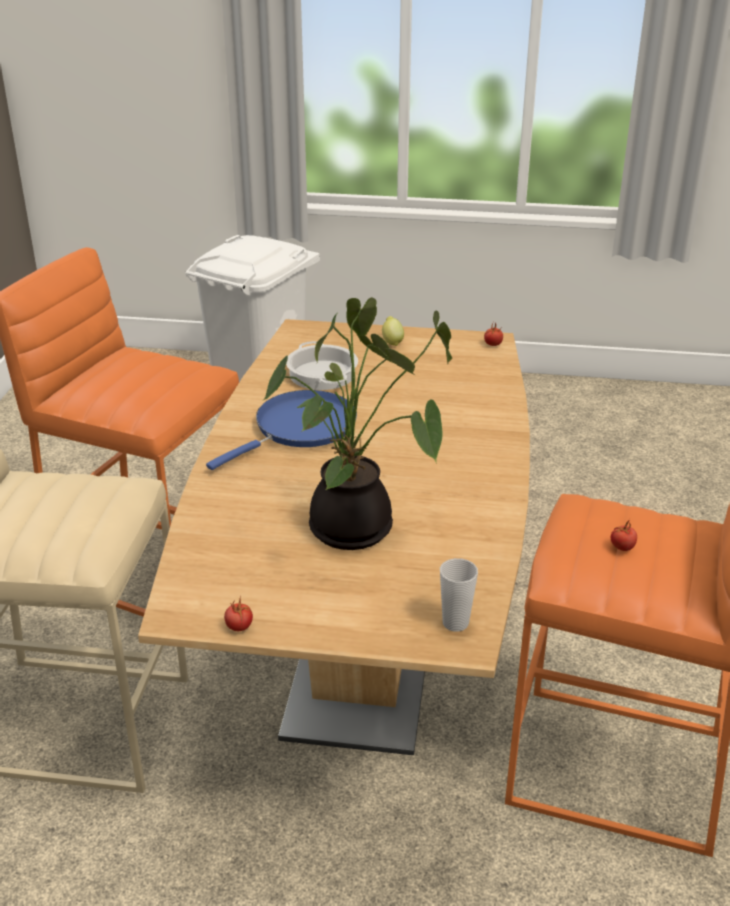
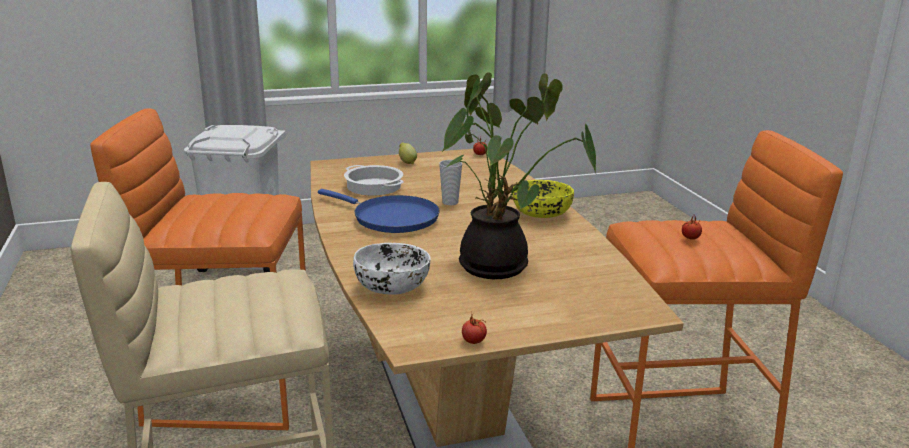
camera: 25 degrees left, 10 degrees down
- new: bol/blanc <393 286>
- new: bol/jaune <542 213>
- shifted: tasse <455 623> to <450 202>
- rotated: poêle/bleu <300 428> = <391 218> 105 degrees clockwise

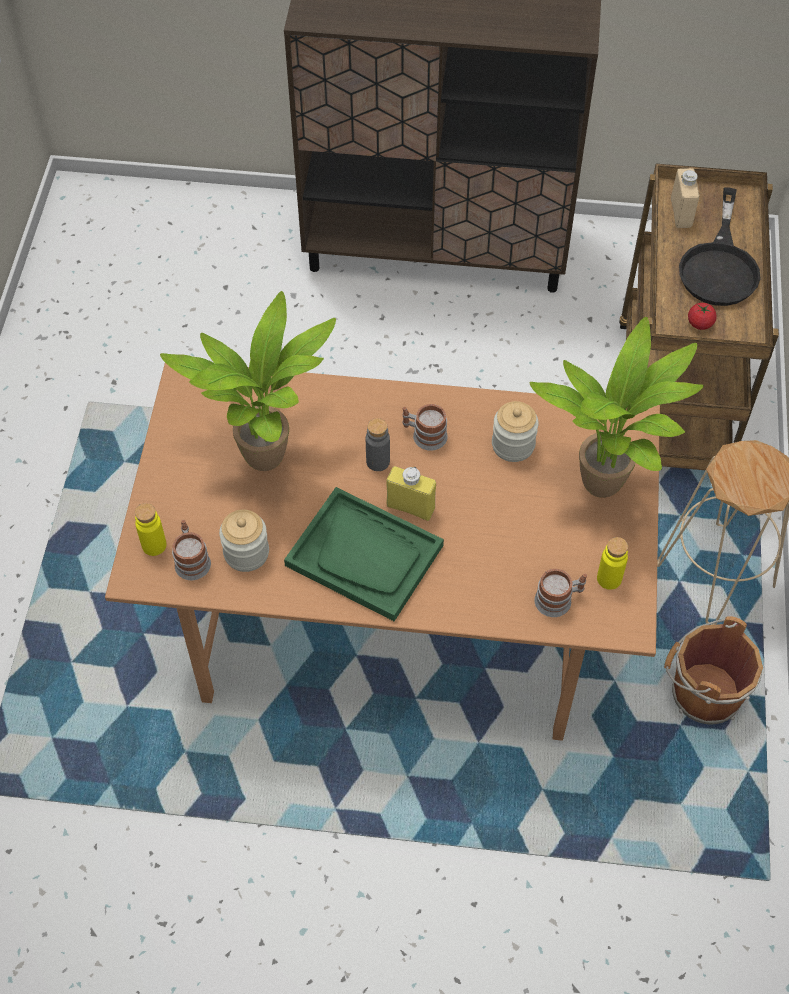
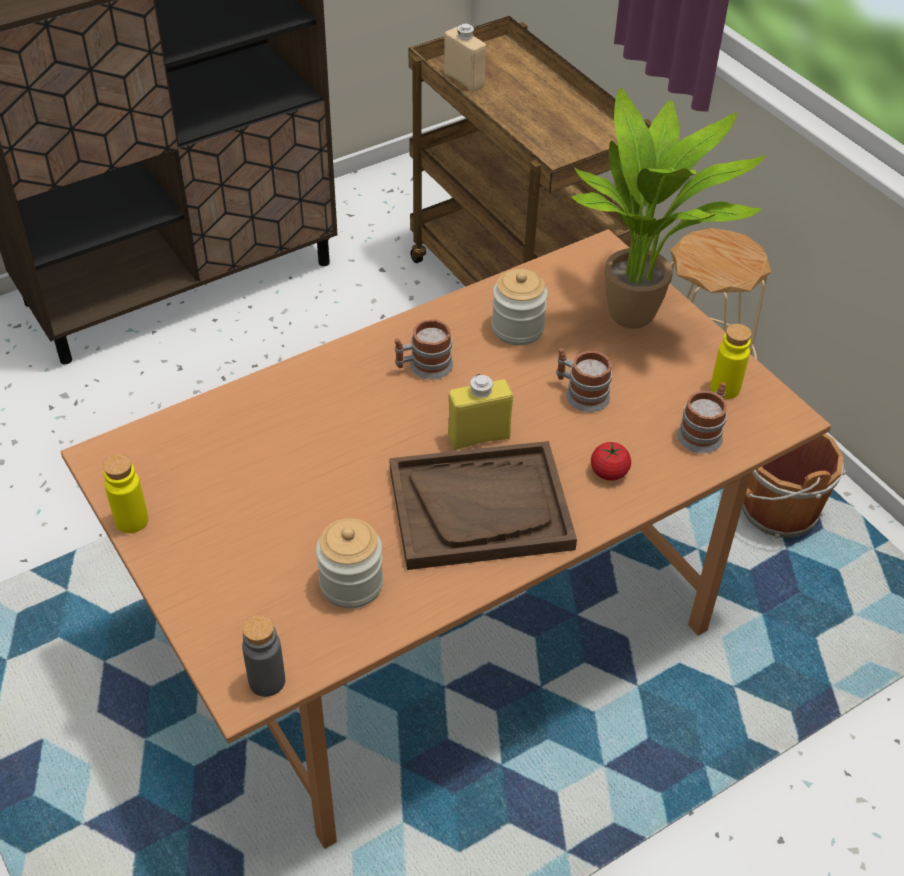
camera: 40 degrees left, 10 degrees down
- gone: plante en pot <268 463>
- gone: poêle/noir <719 265>
- shifted: bouteille/jaune <154 545> to <131 520>
- shifted: mug <191 559> to <581 394>
- shifted: bouteille/gris <378 461> to <267 681>
- shifted: tomate <700 323> to <609 472>
- repainted: plateau/vert <365 555> to plateau/marron <480 508>

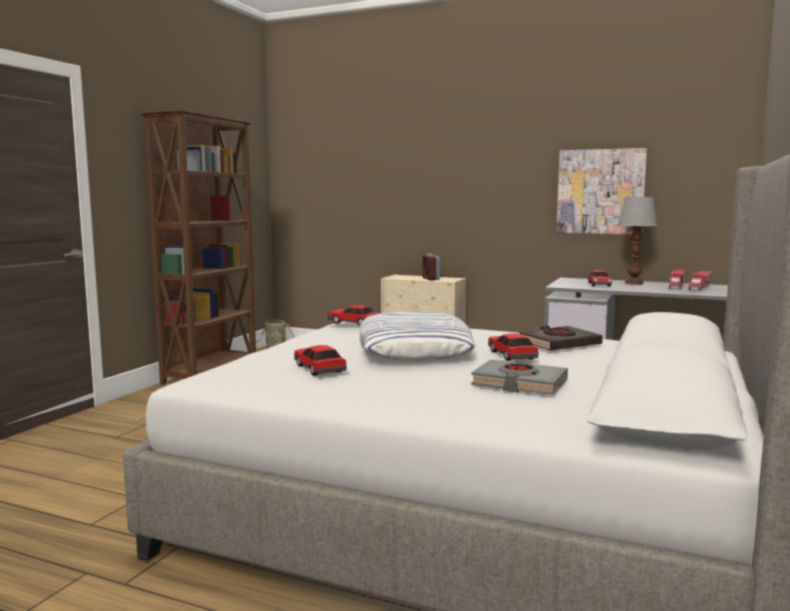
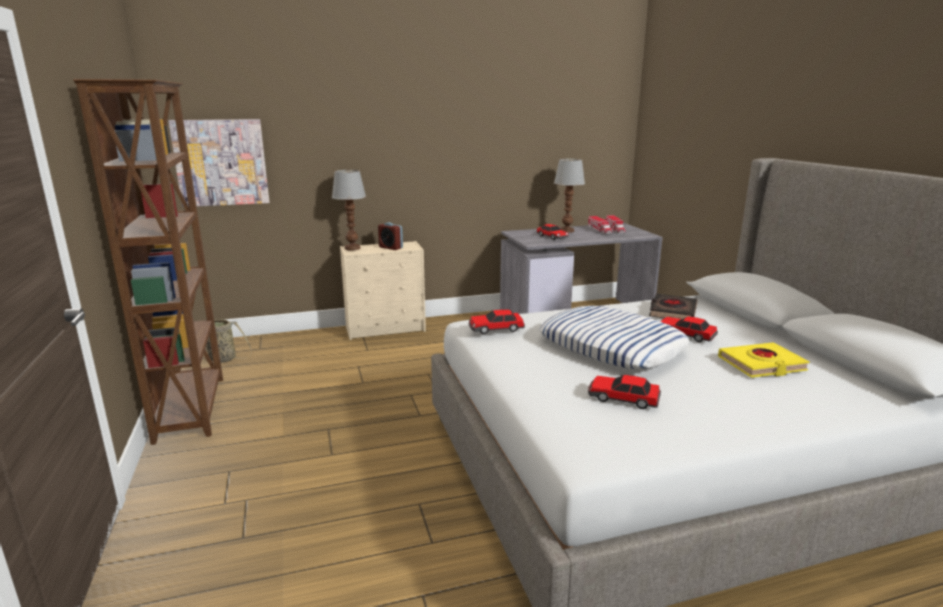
camera: 40 degrees left, 10 degrees up
- new: lampe de table <352 248>
- shifted: tableau <600 191> to <221 162>
- repainted: livre/gris <519 383> to livre/jaune <761 365>

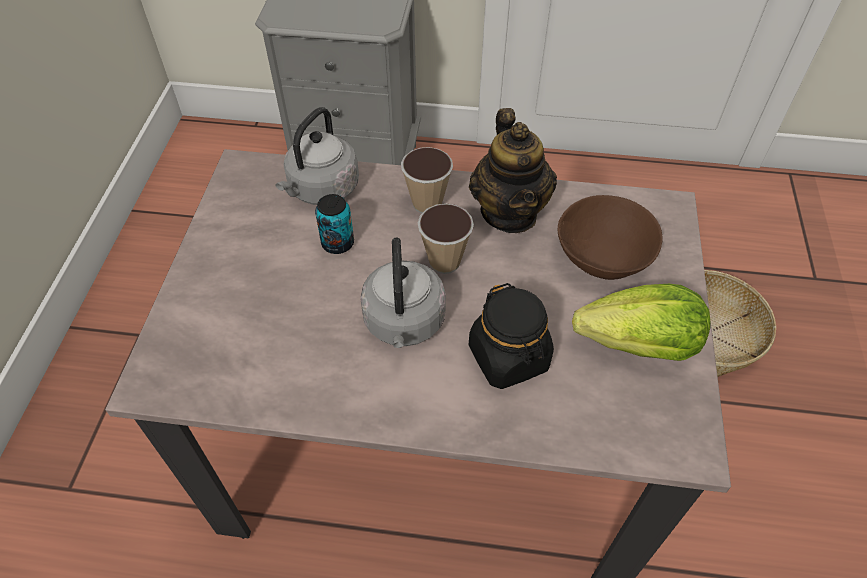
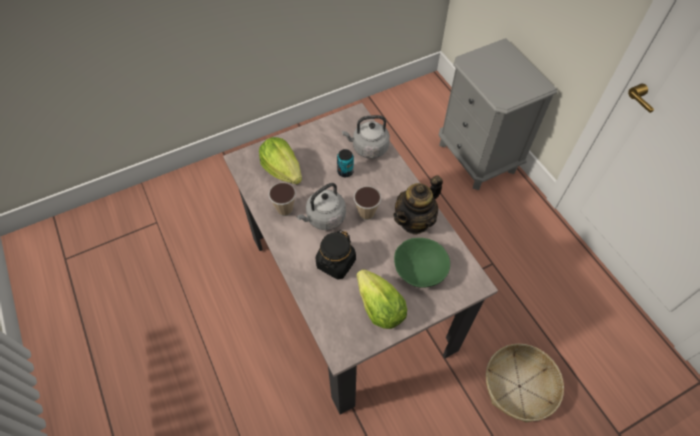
camera: 55 degrees right, 5 degrees up
- new: laitue <282 170>
- shifted: tasse <427 204> to <285 209>
- repainted: bol/marron <601 256> to bol/vert <419 270>

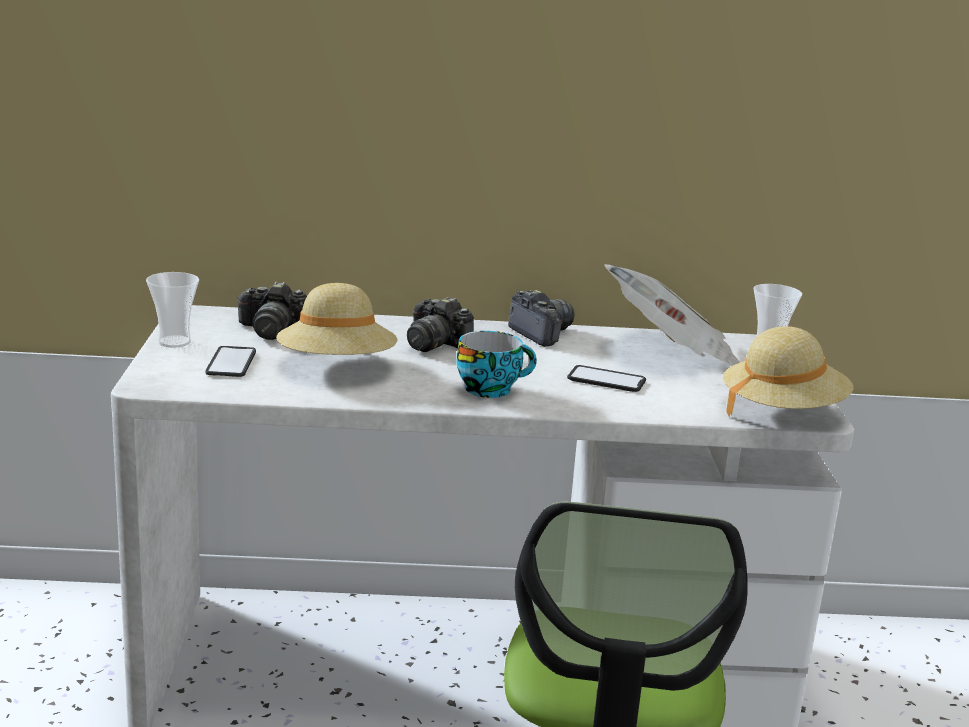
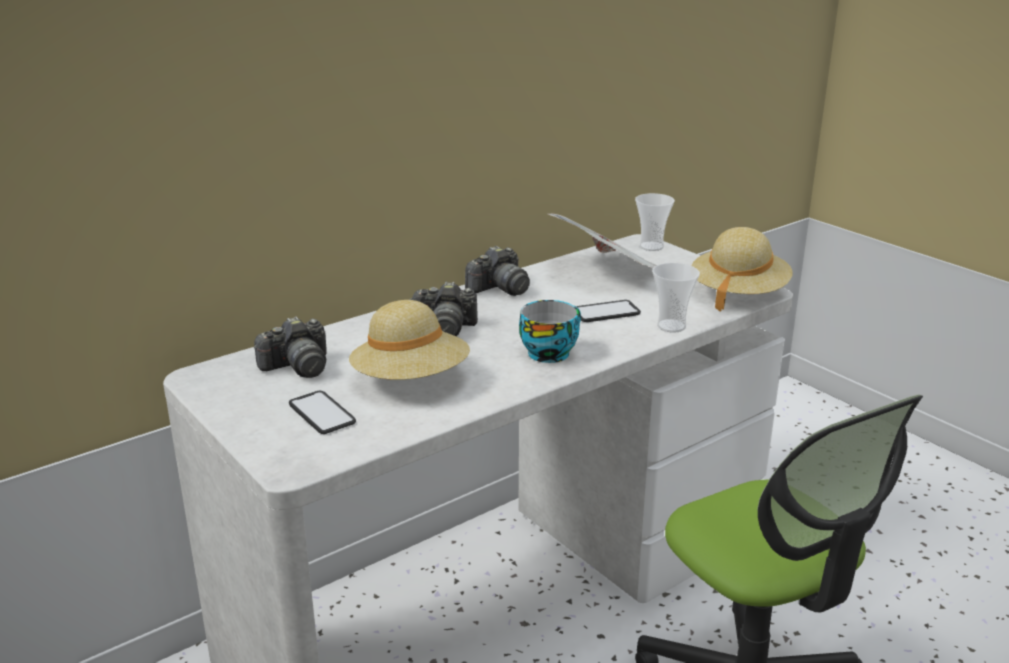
camera: 35 degrees left, 5 degrees up
- shifted: tasse <174 342> to <671 326>
- rotated: appareil photo <541 334> = <499 289> 120 degrees clockwise

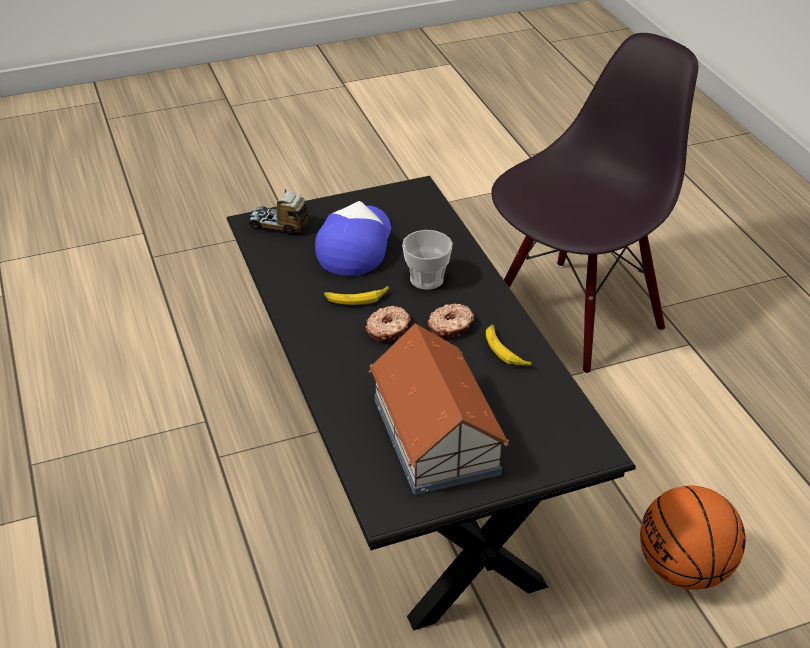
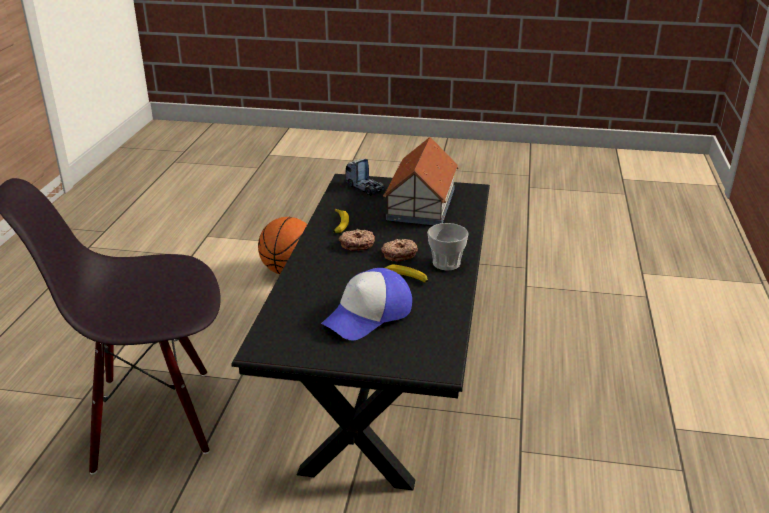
camera: 150 degrees left, 10 degrees down
- shifted: camion jouet <279 226> to <364 188>
- shifted: tasse <426 279> to <446 263>

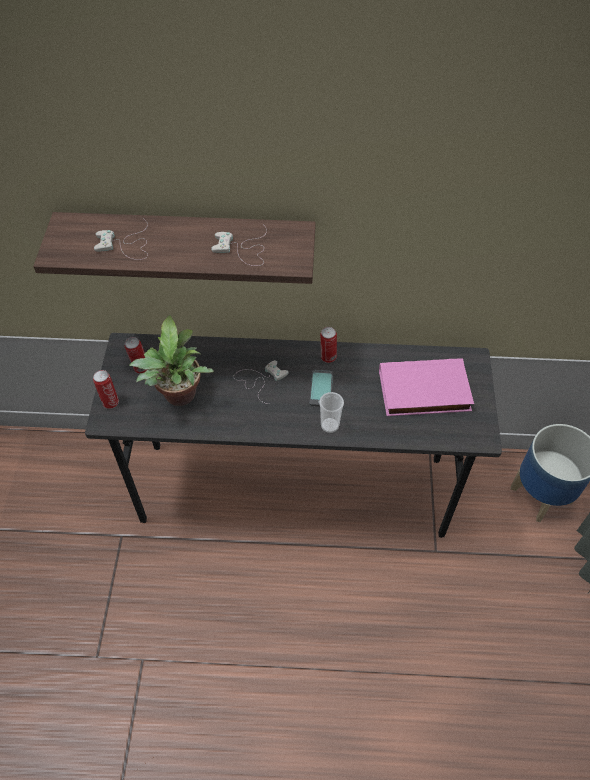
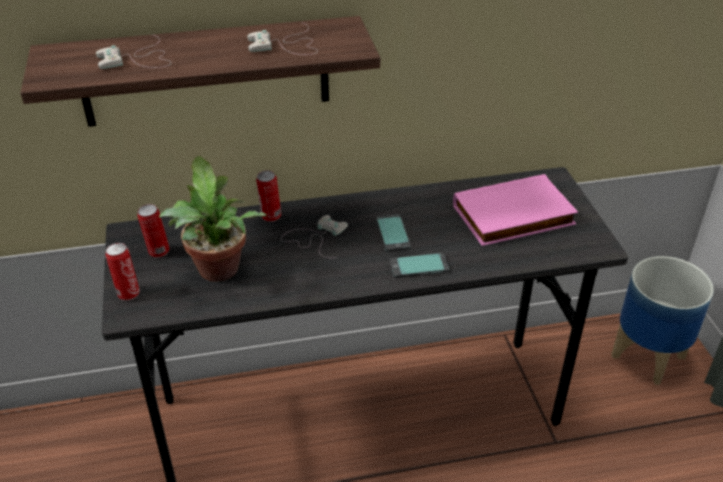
camera: 15 degrees left, 15 degrees down
- shifted: boîte métallique <327 358> to <270 217>
- swapped: tasse <330 425> to téléphone <418 267>

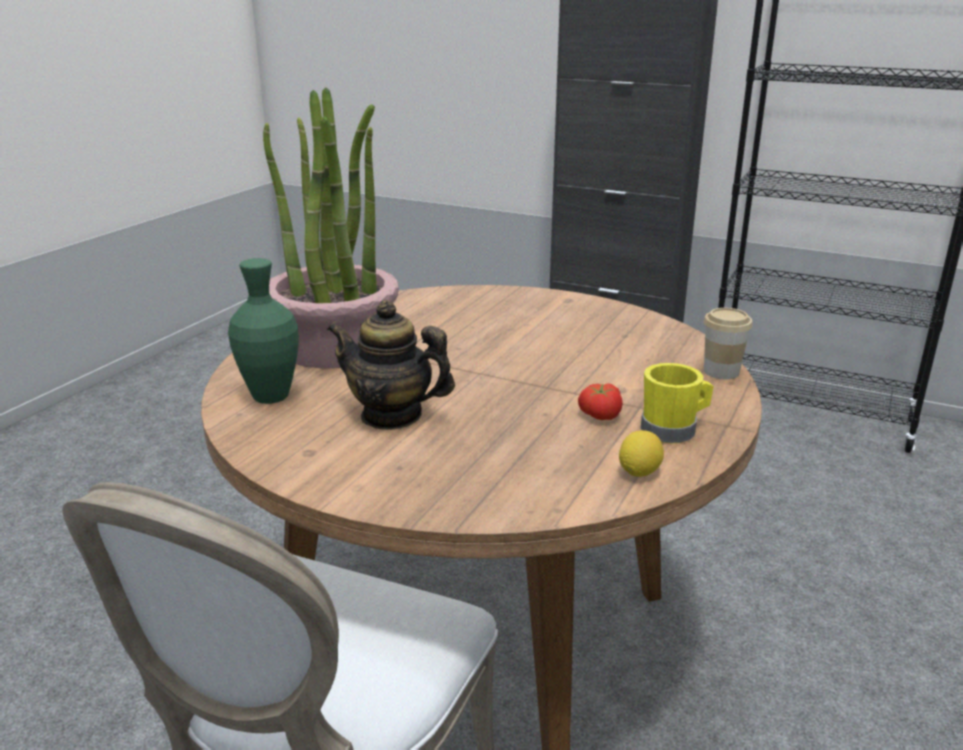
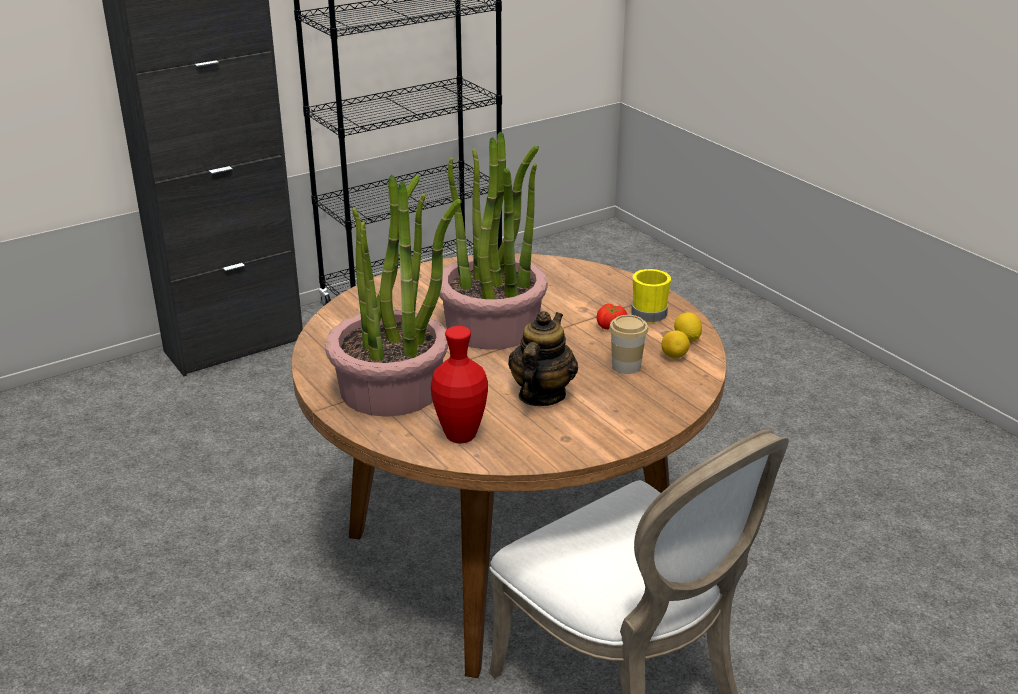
camera: 60 degrees left, 5 degrees up
- new: plante en pot <492 327>
- new: citron <674 356>
- shifted: tasse <721 372> to <626 366>
- repainted: vase/vert <271 397> to vase/rouge <460 436>
- rotated: théière <392 415> = <541 395> 150 degrees clockwise

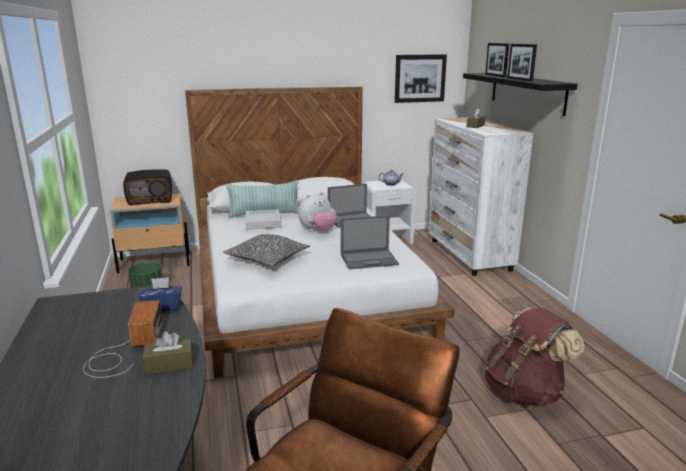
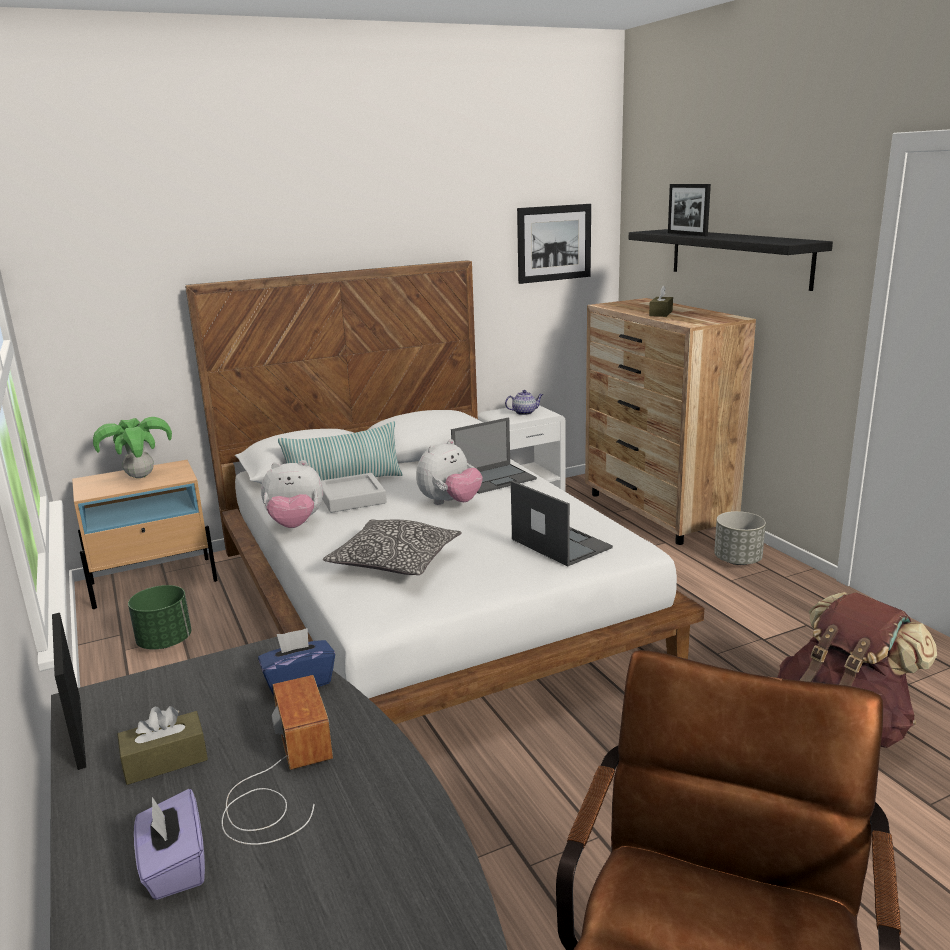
camera: 10 degrees left, 0 degrees up
- new: boîte à mouchoirs/violet <174 866>
- new: peluche <295 525>
- new: cache-pot/gris <738 560>
- shifted: boîte à mouchoirs/marron <169 364> to <165 760>
- shifted: cadre photo <519 79> to <79 731>
- swapped: radio <150 199> to plante en pot <140 476>
- repainted: commode/blanc <469 255> to commode/marron <657 512>
- rotated: ordinateur portable <369 259> = <560 543> 105 degrees counterclockwise

